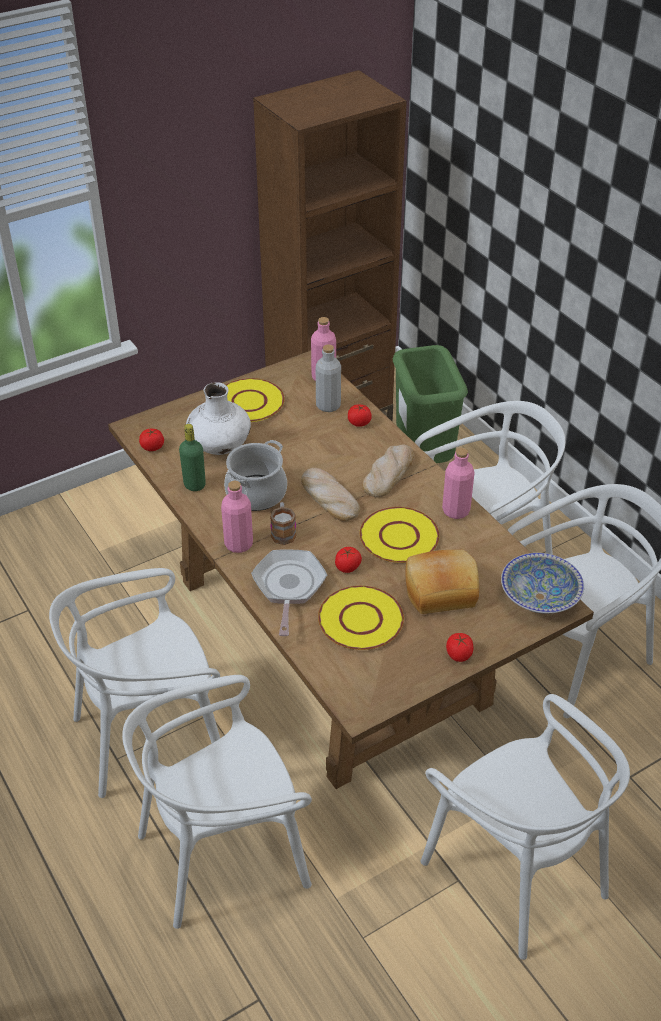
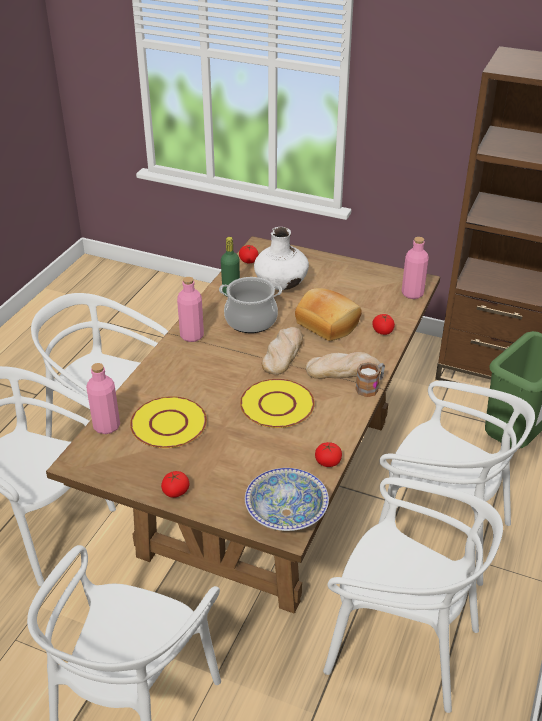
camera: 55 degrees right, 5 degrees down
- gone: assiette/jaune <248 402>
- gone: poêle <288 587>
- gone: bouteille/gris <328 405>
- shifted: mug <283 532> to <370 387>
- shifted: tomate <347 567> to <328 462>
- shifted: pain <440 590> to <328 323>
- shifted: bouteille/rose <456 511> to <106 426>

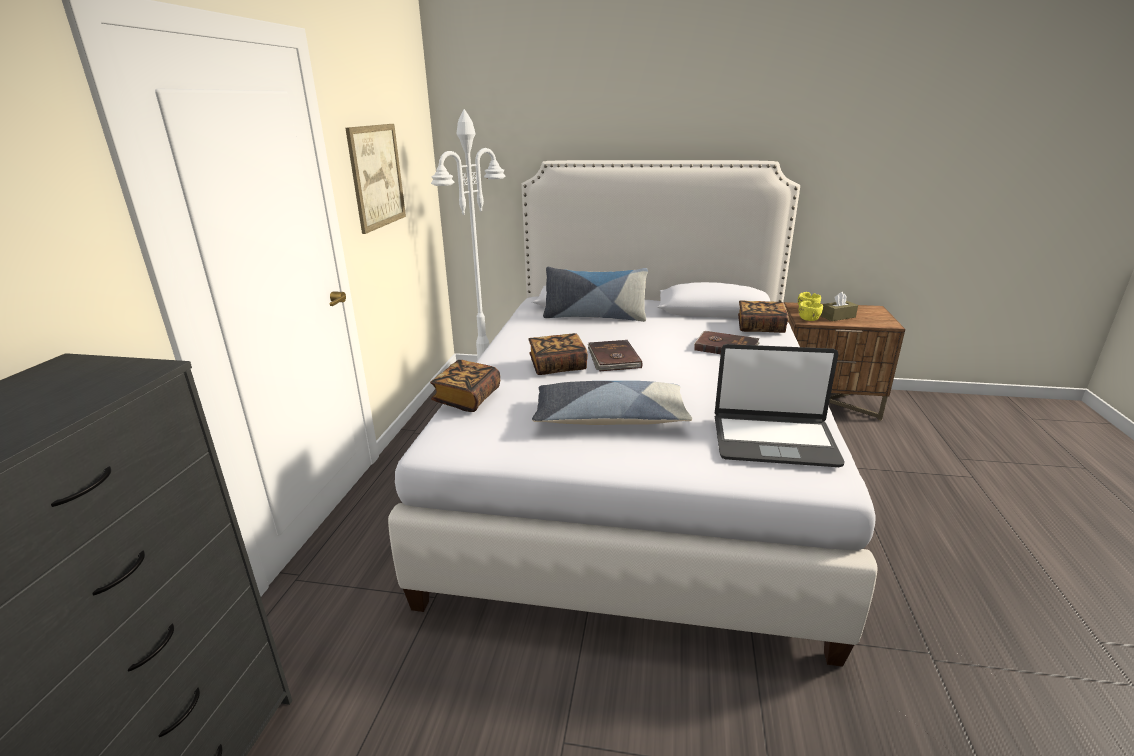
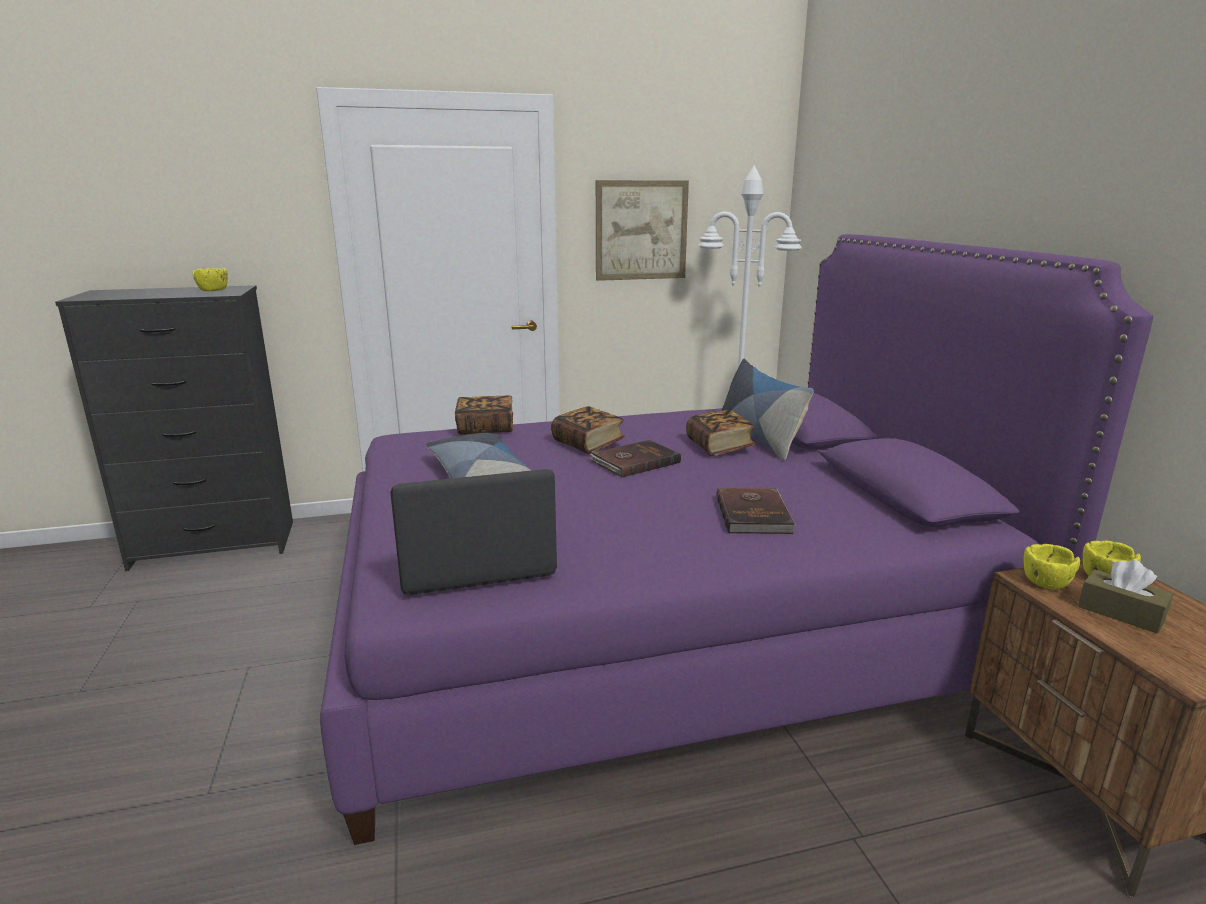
camera: 65 degrees right, 5 degrees down
- new: bol/jaune <213 291>
- shifted: livre <760 327> to <719 447>
- repainted: lit/blanc <634 468> to lit/violet <657 623>
- rotated: ordinateur portable <773 440> = <476 564> 90 degrees clockwise

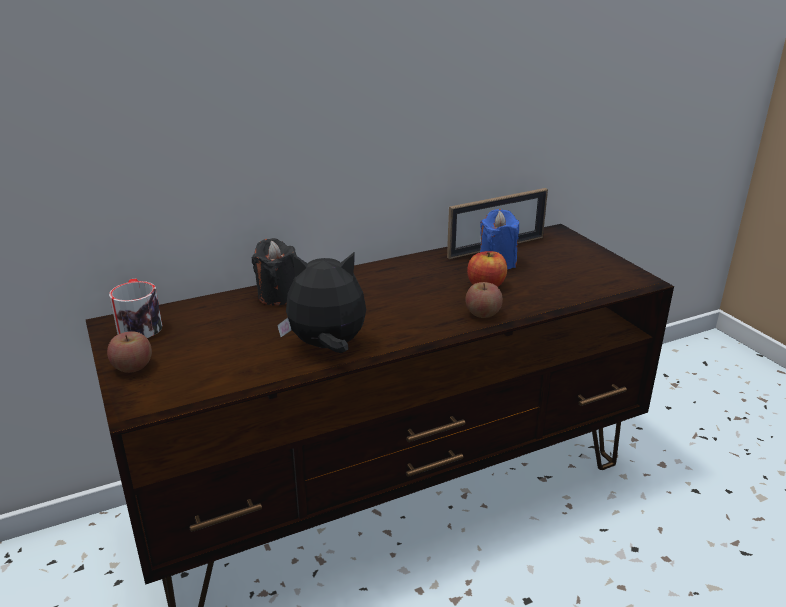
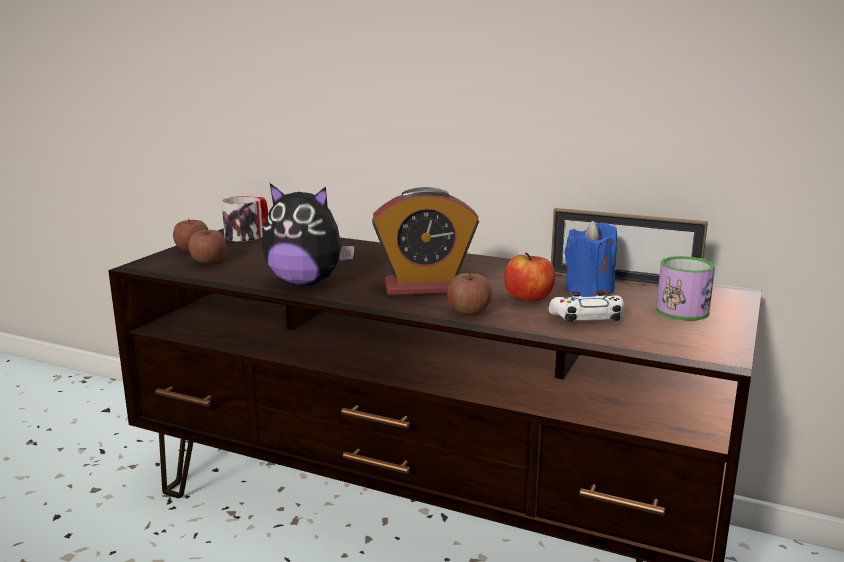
camera: 50 degrees right, 10 degrees down
- gone: bougie/noir <278 296>
- new: pomme <208 261>
- new: réveil <425 288>
- new: manette/blanc <587 317>
- new: mug <686 308>
- rotated: peluche <327 347> = <306 282> 150 degrees clockwise

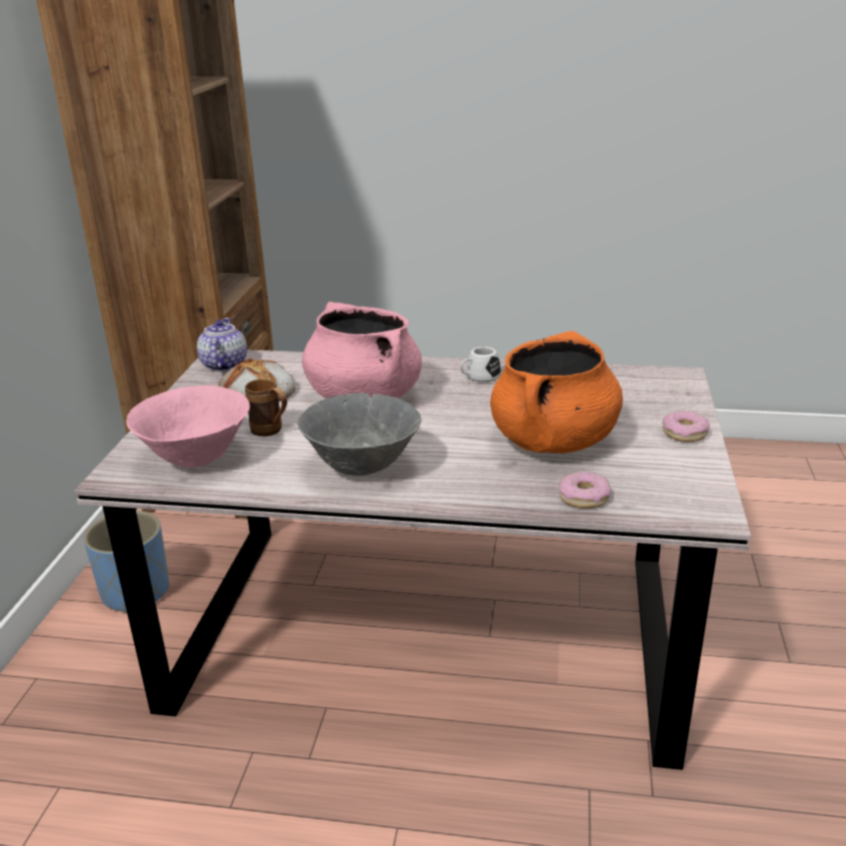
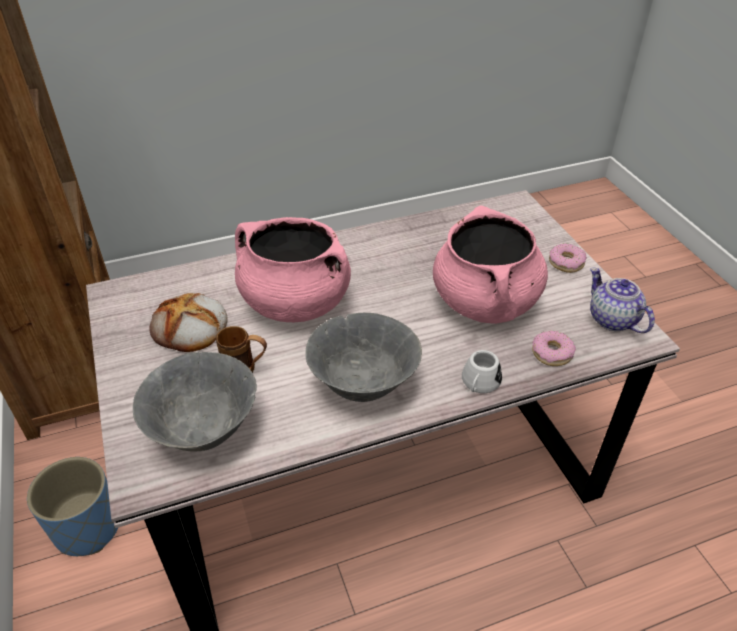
camera: 30 degrees left, 15 degrees up
- shifted: théière <223 364> to <611 319>
- shifted: mug/blanc <479 377> to <479 384>
- repainted: bol/rose <197 459> to bol/gris <204 430>
- repainted: marmite/orange <554 441> to marmite/rose <485 302>

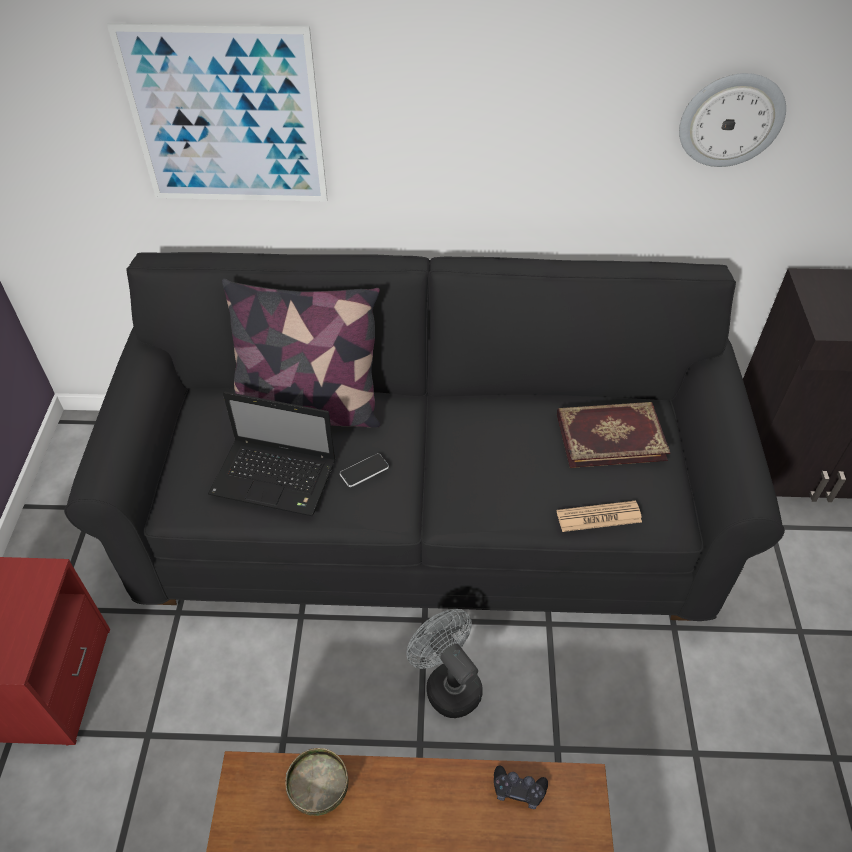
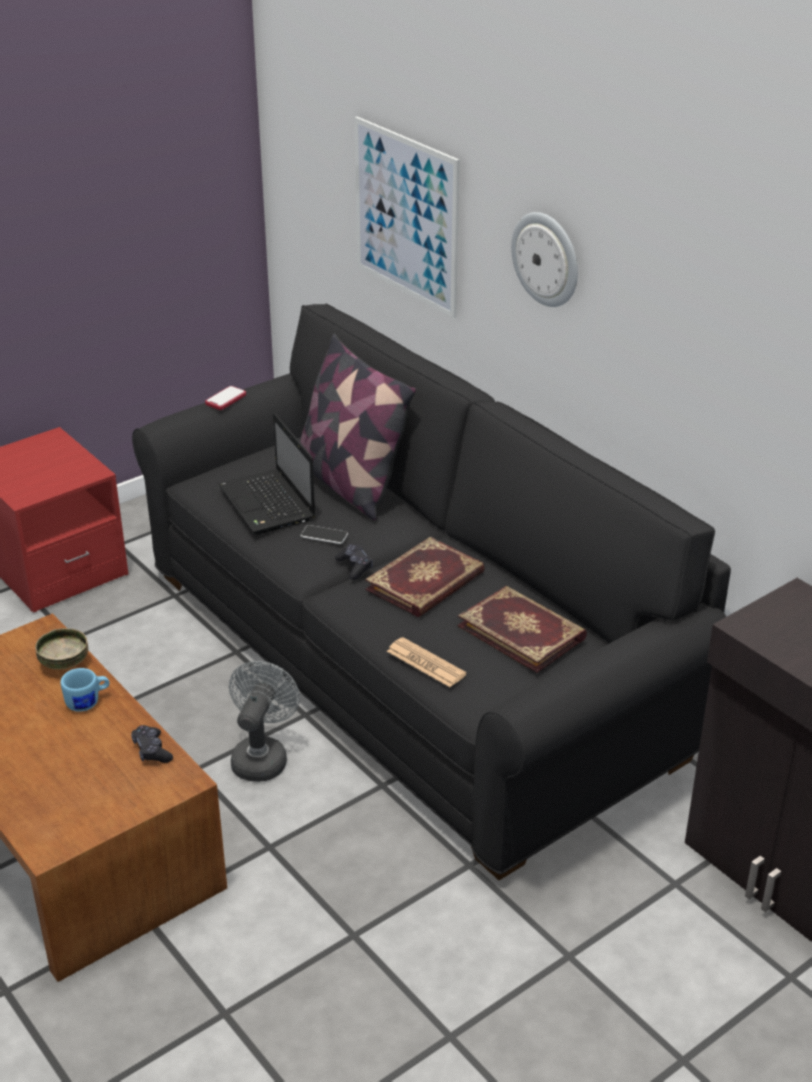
camera: 50 degrees right, 15 degrees down
- new: mug/bleu <88 702>
- new: téléphone <225 399>
- new: manette/noir <354 567>
- new: livre <426 582>
- shifted: horloge murale <731 120> to <546 259>

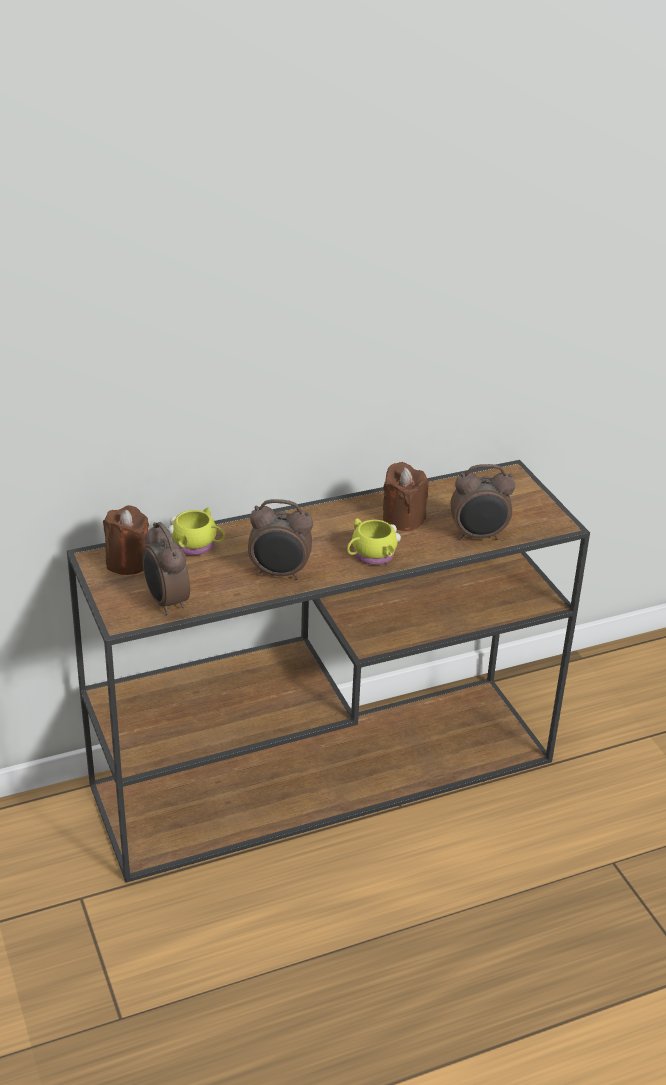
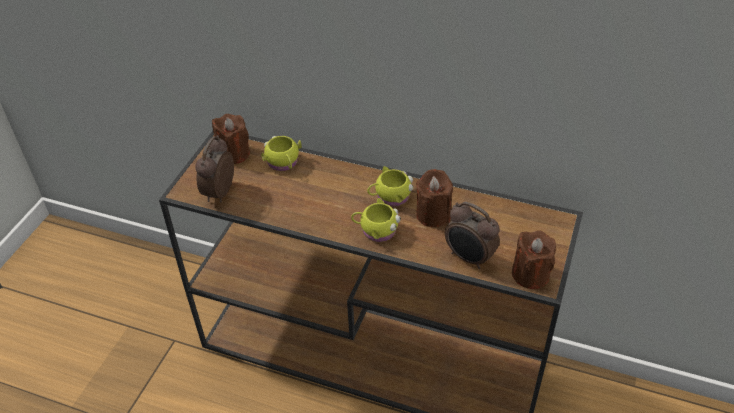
camera: 45 degrees right, 10 degrees up
- gone: réveil <280 574>
- new: mug/jaune <390 197>
- new: bougie/marron <530 274>

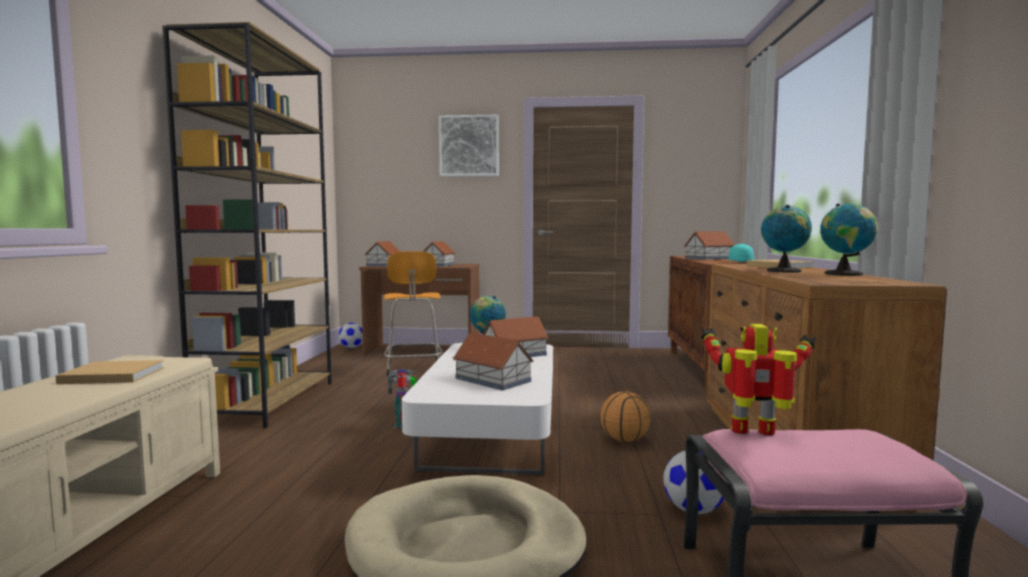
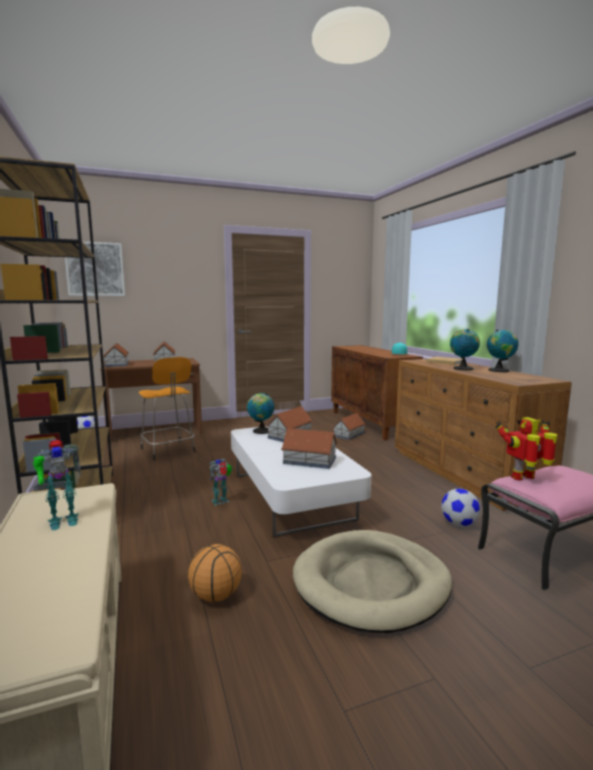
camera: 25 degrees left, 5 degrees up
- shifted: tableau <469 146> to <95 269>
- shifted: ballon de basket <624 440> to <216 595>
- shifted: maison miniature <709 258> to <349 434>
- swapped: livre/beige <110 375> to robot jouet <62 520>

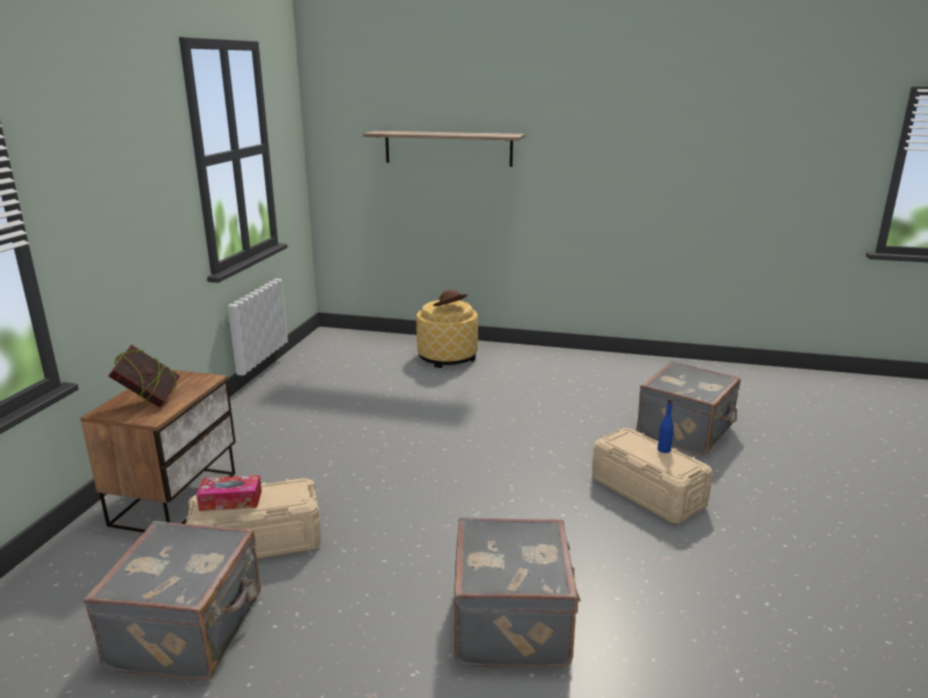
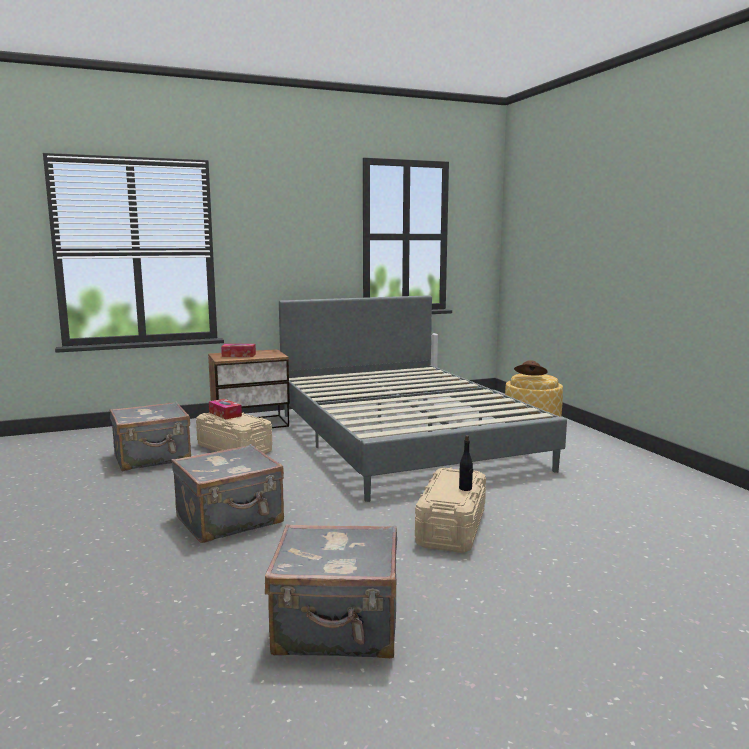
camera: 55 degrees right, 10 degrees down
- gone: étagère <448 148>
- new: lit/gris <403 439>
- shifted: valise/gris <686 431> to <338 628>
- swapped: livre <149 401> to boîte à mouchoirs <239 355>
- repainted: bouteille/bleu <664 450> to bouteille/noir <465 488>

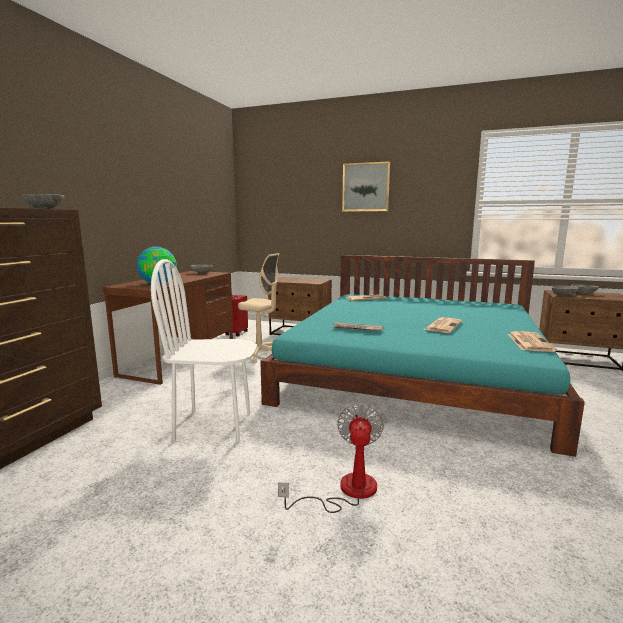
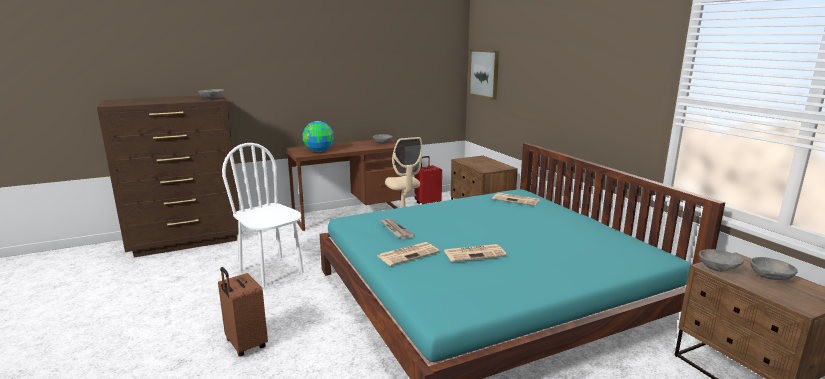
camera: 45 degrees right, 5 degrees up
- shifted: tableau <366 187> to <484 73>
- shifted: journal <529 342> to <408 254>
- swapped: ventilateur <346 491> to valise/marron <245 345>

